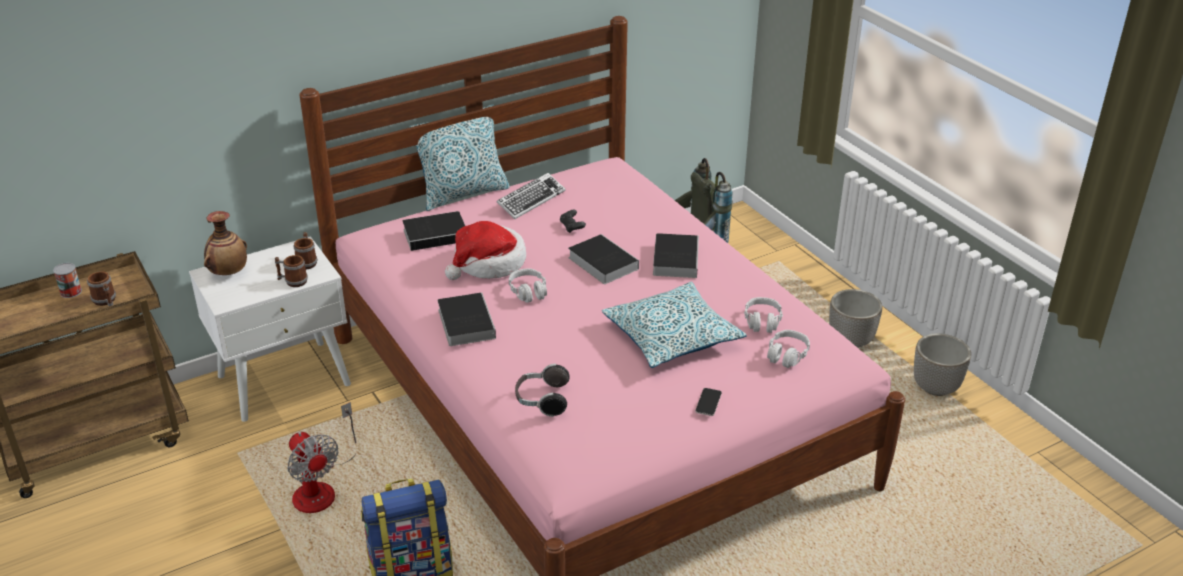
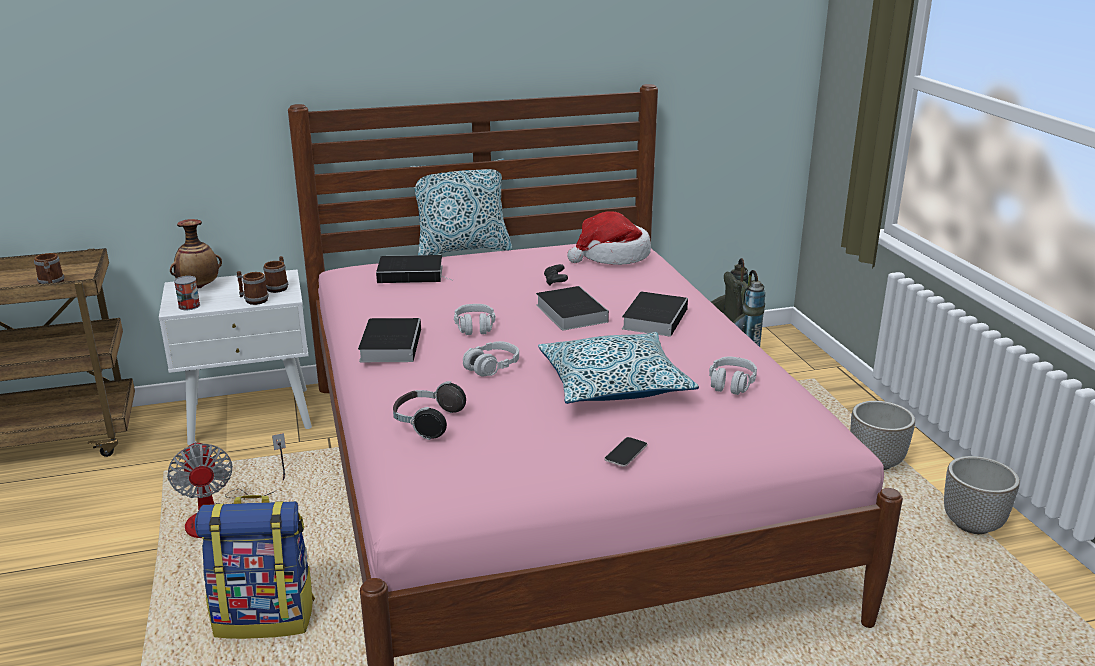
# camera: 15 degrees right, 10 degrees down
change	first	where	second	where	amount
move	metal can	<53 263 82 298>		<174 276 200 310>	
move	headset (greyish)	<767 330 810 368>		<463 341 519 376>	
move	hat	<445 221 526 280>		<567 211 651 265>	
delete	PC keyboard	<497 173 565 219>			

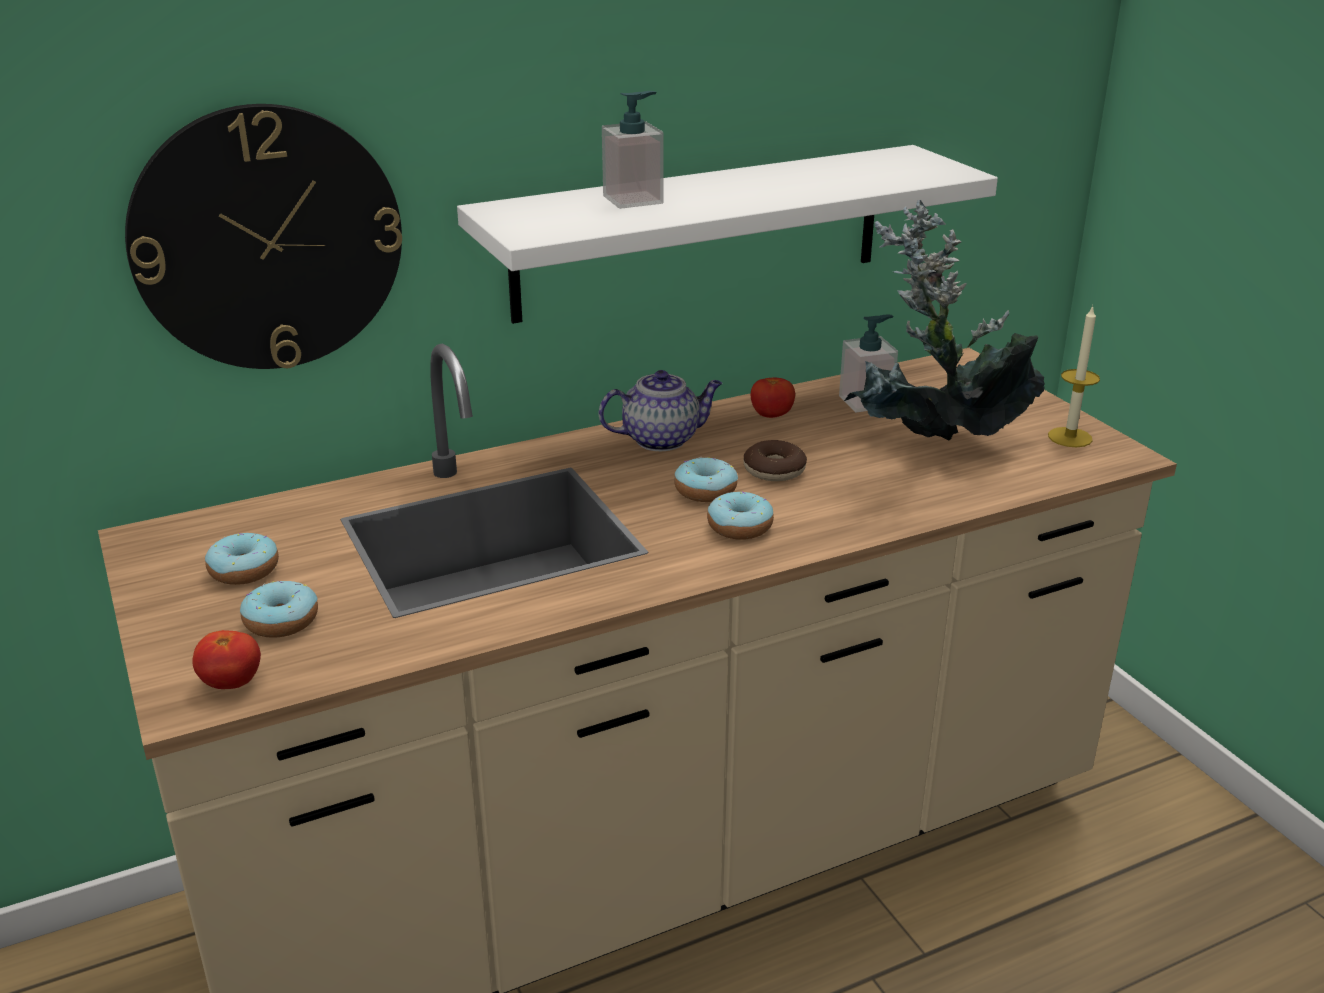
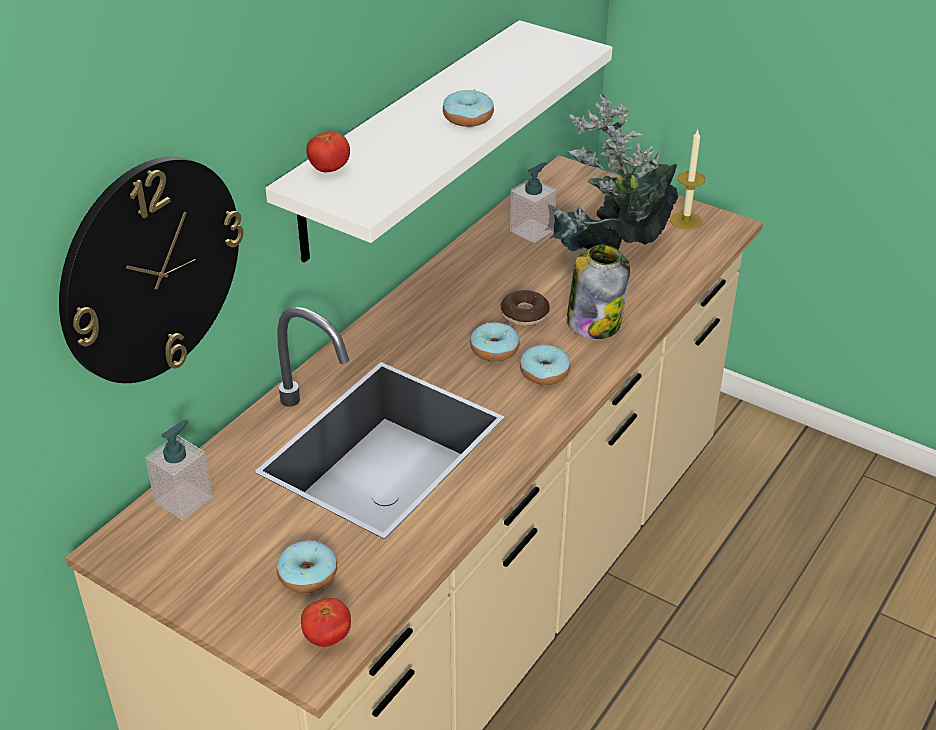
# camera: 30 degrees left, 10 degrees up
change	first	where	second	where	amount
move	liquid soap bottle	<602 91 664 209>		<145 420 213 520>	
move	fresh tomato	<751 377 795 418>		<306 132 350 172>	
move	donut	<205 533 279 585>		<443 89 494 127>	
insert			storage jar	<567 245 630 339>	
delete	pot for tea	<599 370 722 451>			

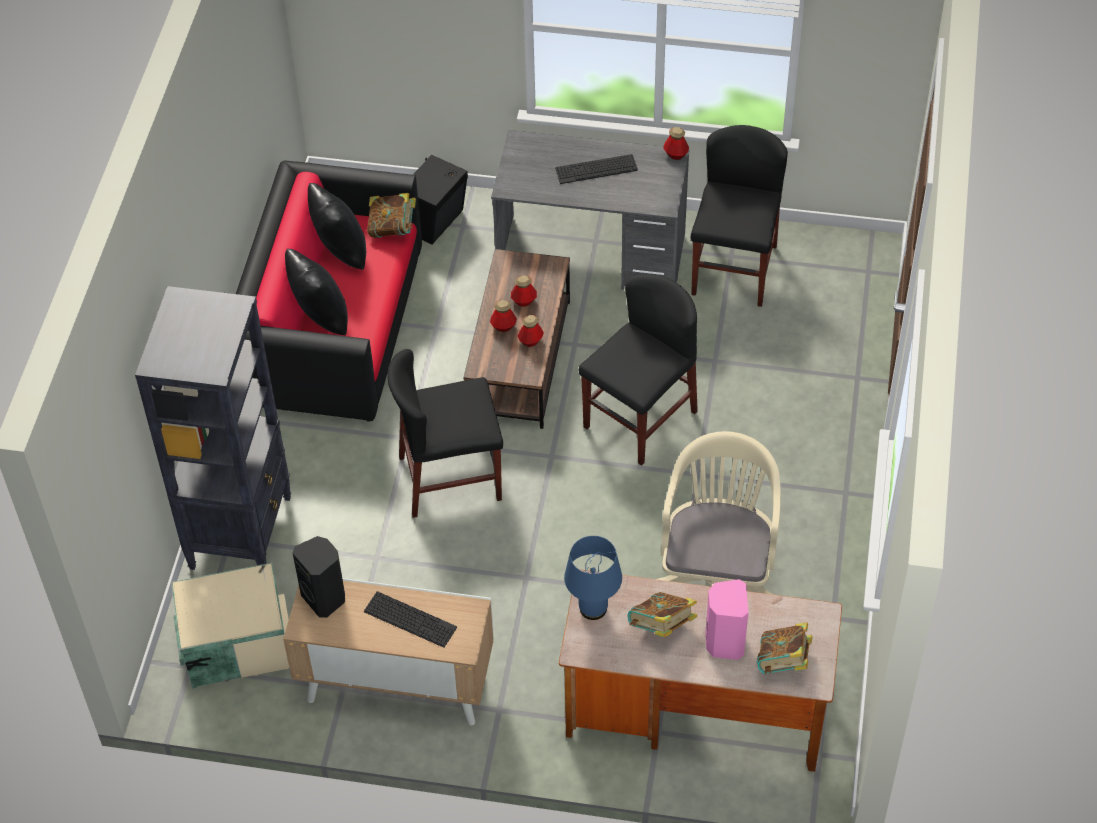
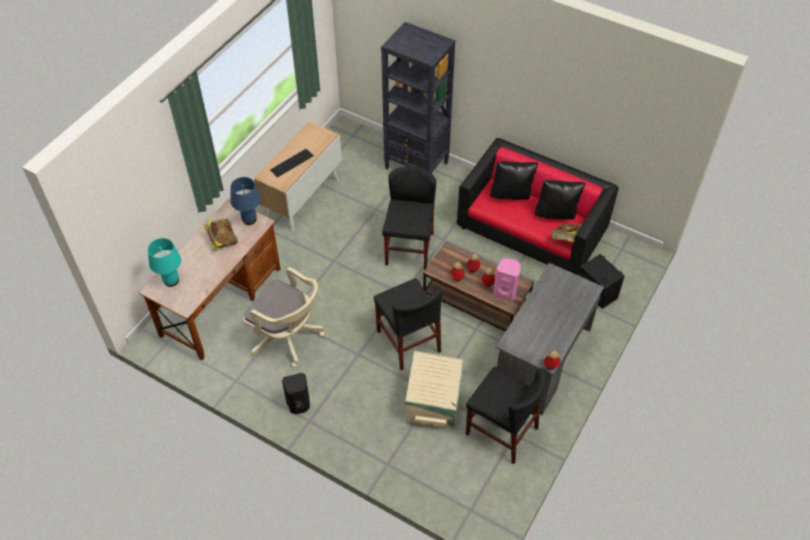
# camera: 110 degrees right, 0 degrees up
change	first	where	second	where	amount
replace	bound book	<757 622 813 675>	lamp for a table (turquoise)	<148 238 181 287>	
move	loudspeaker (black)	<293 536 345 618>		<282 373 310 414>	
move	storage container (sand-coloured)	<171 563 290 688>		<405 351 464 430>	
move	loudspeaker (pink)	<705 579 748 660>		<493 258 521 301>	
delete	PC keyboard	<555 154 638 184>			

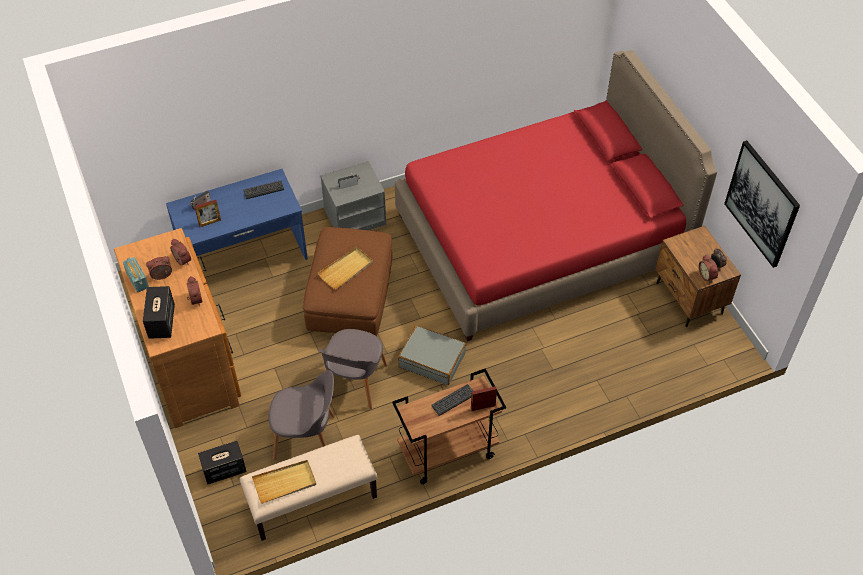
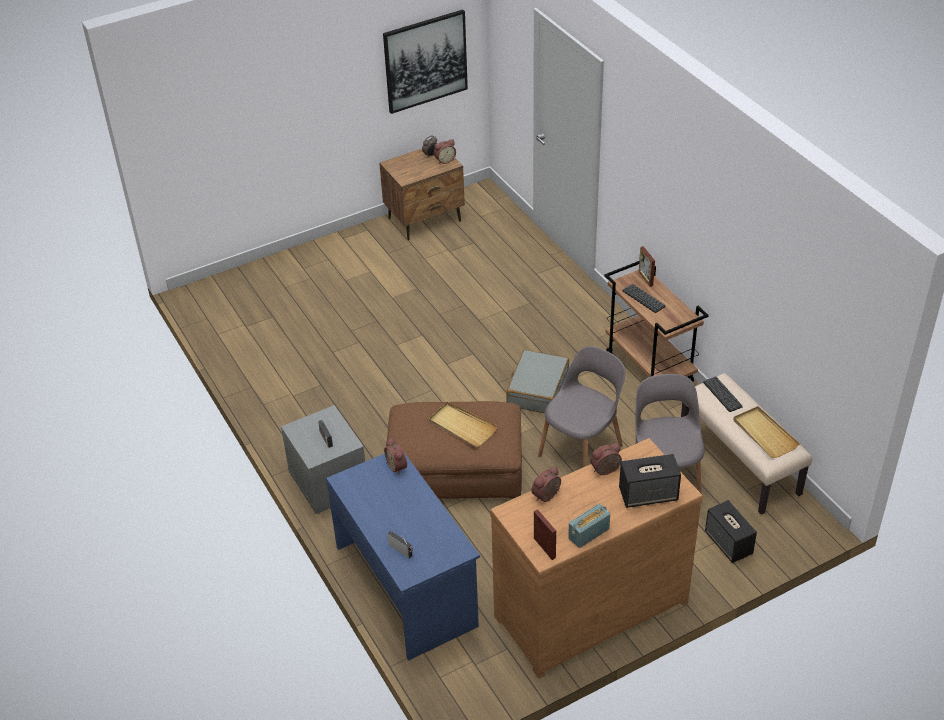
# camera: 95 degrees left, 10 degrees down
change	first	where	second	where	amount
move	table clock	<146 256 172 280>		<384 438 407 474>	
move	picture frame	<195 200 221 227>		<534 509 556 560>	
rotate	chair (greyish)	<318 329 387 410>		<538 346 625 467>	60 degrees counterclockwise
move	PC keyboard	<243 180 284 199>		<703 377 743 412>	
delete	sleeping bed (reddish)	<395 50 717 341>			

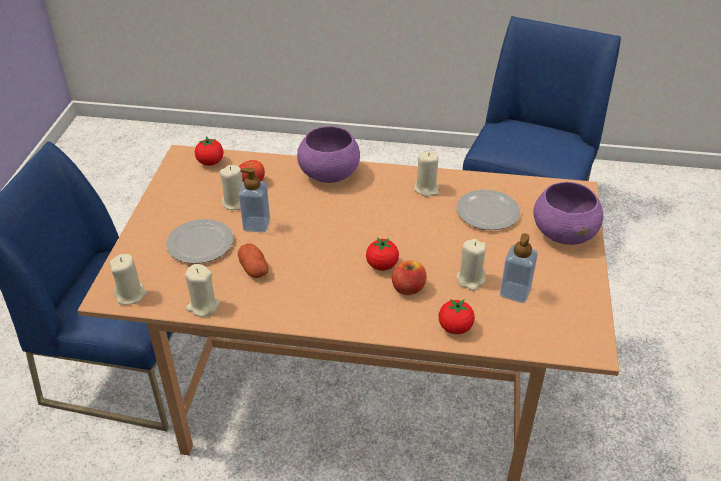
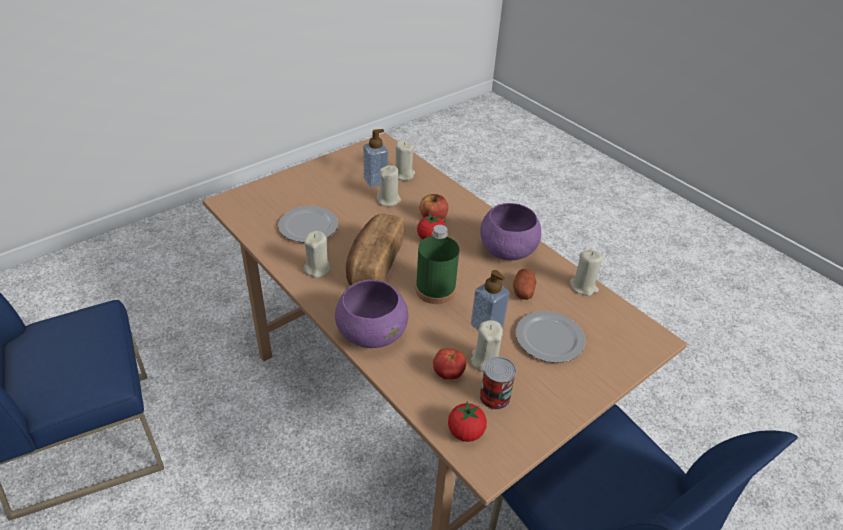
# camera: 140 degrees left, 0 degrees up
change	first	where	second	where	amount
insert			bread	<346 214 404 286>	
move	wax candle (sand-coloured)	<109 254 147 305>		<396 140 415 181>	
insert			beverage bottle (greenish)	<415 225 459 304>	
insert			metal can	<479 357 516 410>	
move	deep dish (purple-coloured)	<533 182 603 245>		<480 203 541 260>	
delete	fresh tomato	<439 299 475 334>			

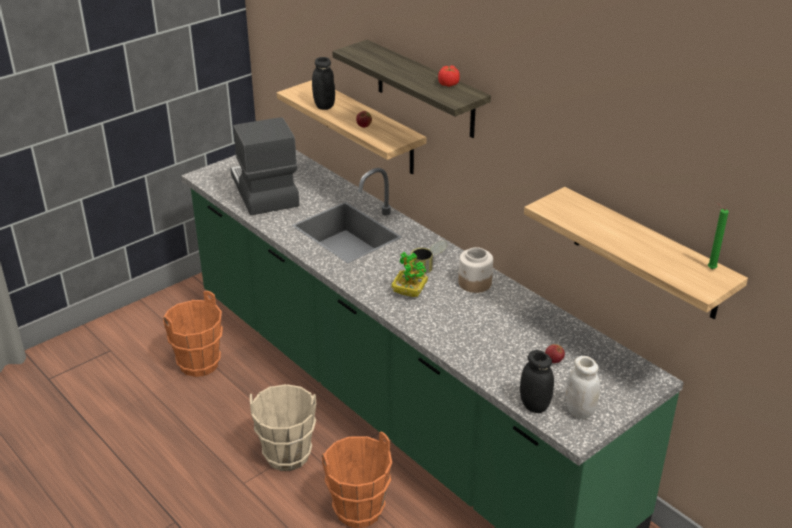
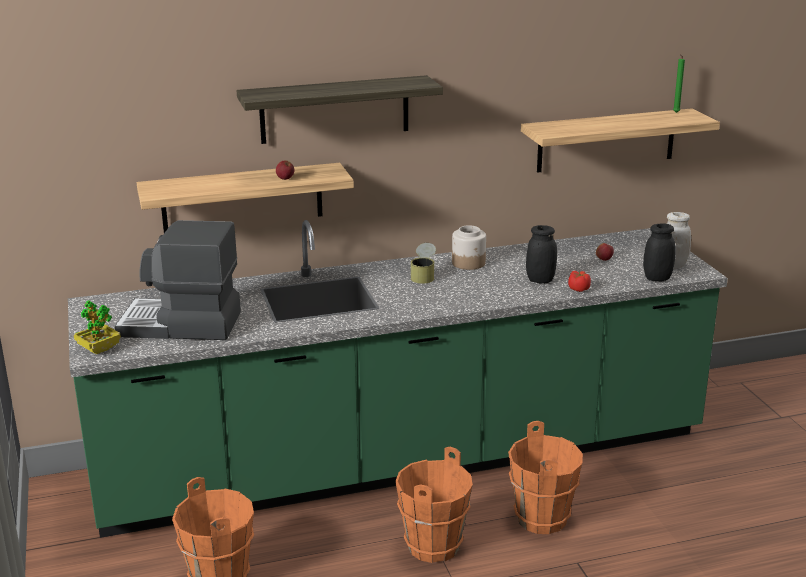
# camera: 65 degrees left, 10 degrees down
change	first	where	second	where	amount
move	plant in a pot	<391 252 428 297>		<74 300 121 354>	
recolor	pail (sand-coloured)	<250 384 316 471>	pail (orange)	<395 447 473 563>	
move	storage jar (black)	<312 57 335 110>		<526 225 557 284>	
move	fresh tomato	<438 65 460 87>		<568 271 591 292>	

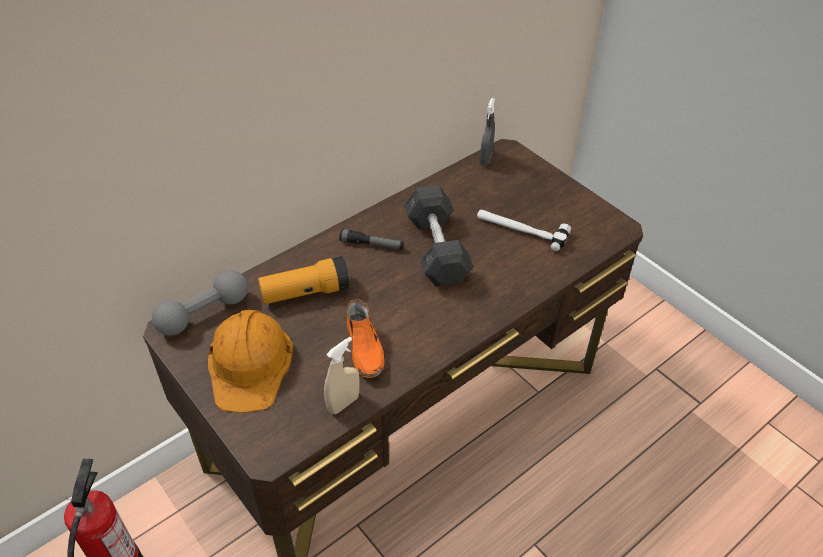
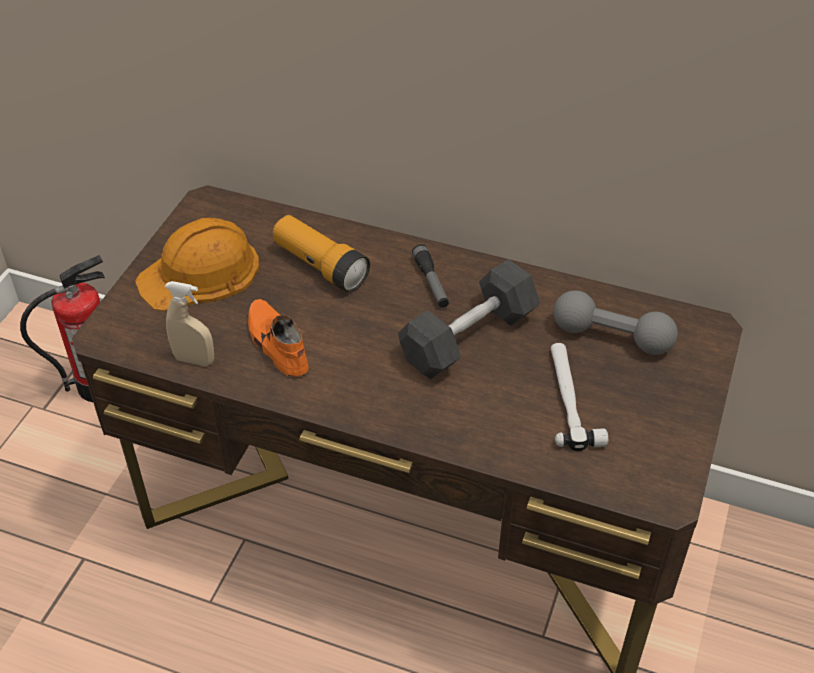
# camera: 60 degrees right, 0 degrees up
change	first	where	second	where	amount
rotate	item of footwear (orange)	<347 299 385 378>		<248 299 309 377>	105 degrees clockwise
move	free weight (greyish)	<152 270 248 336>		<554 290 678 355>	
delete	sprayer (greyish)	<480 98 495 166>			

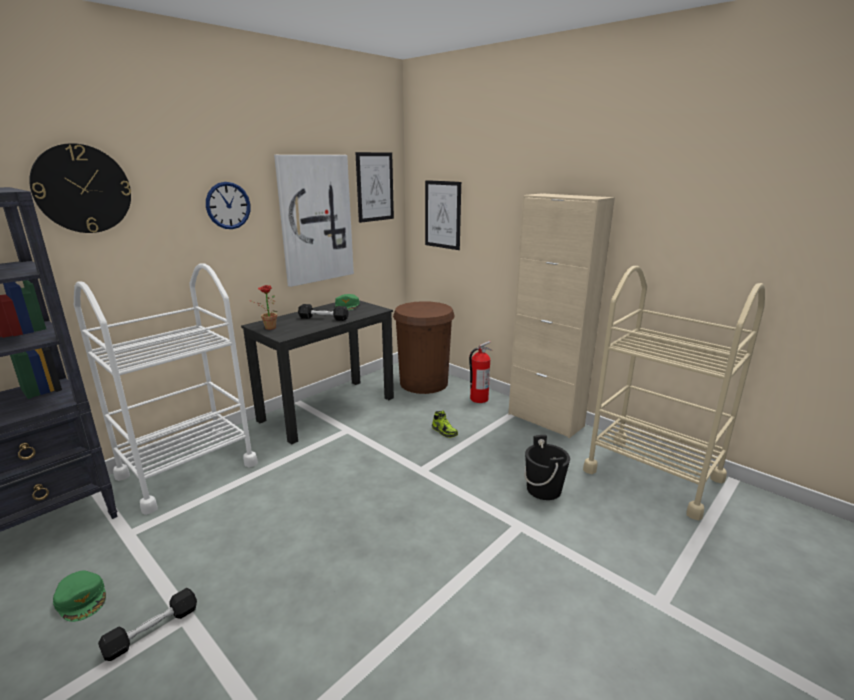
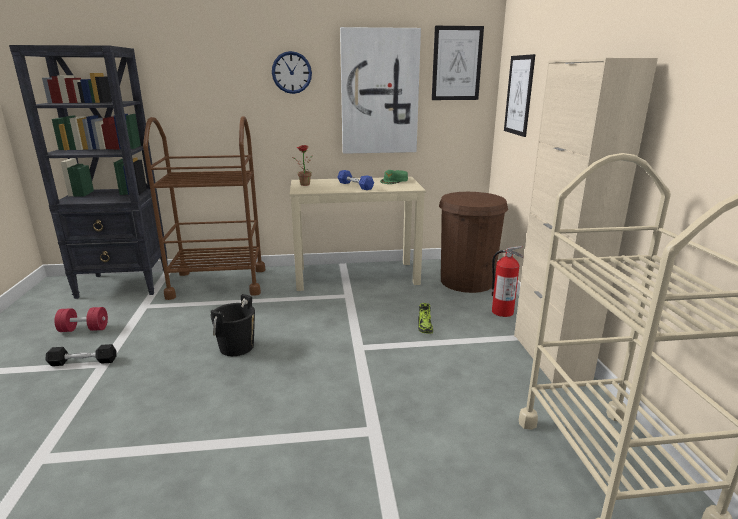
# camera: 40 degrees right, 0 degrees up
change	first	where	second	where	amount
replace	baseball cap (greenish)	<53 570 106 622>	free weight (reddish)	<54 307 108 332>	
recolor	cart (white-coloured)	<74 263 258 515>	cart (brown-coloured)	<143 116 265 300>	
move	pail (black)	<524 435 570 500>		<210 294 255 356>	
recolor	desk table (black)	<241 300 394 444>	desk table (sand-coloured)	<290 177 426 291>	
recolor	free weight (black)	<298 304 349 321>	free weight (blue)	<338 170 374 190>	
delete	wall clock	<29 143 131 233>			

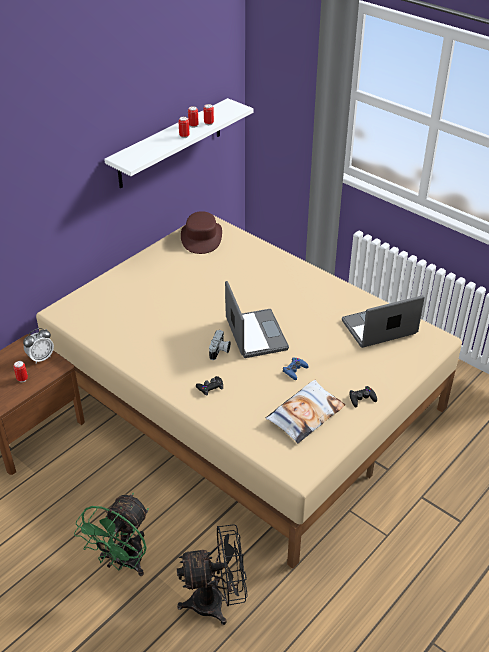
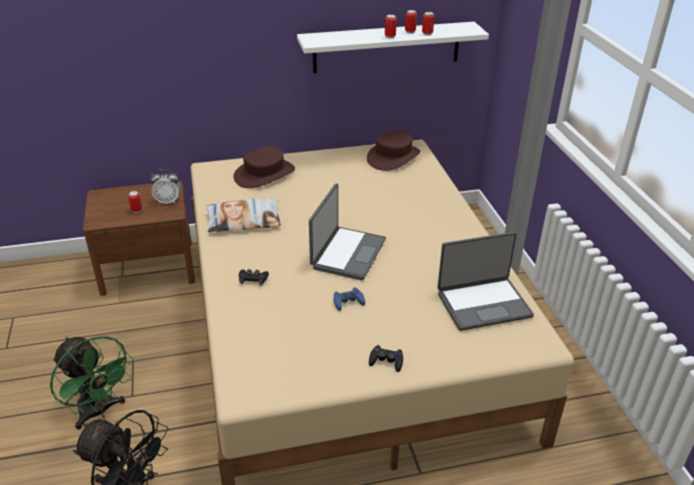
# camera: 35 degrees right, 5 degrees down
change	first	where	second	where	amount
rotate	fan (greenish)	<74 493 149 576>		<50 336 133 430>	105 degrees counterclockwise
move	cushion	<266 380 345 443>		<206 199 281 232>	
insert			hat (brown-coloured)	<233 146 295 188>	
rotate	laptop	<342 295 425 348>		<437 232 534 331>	150 degrees clockwise
delete	photo camera	<209 330 231 360>			

